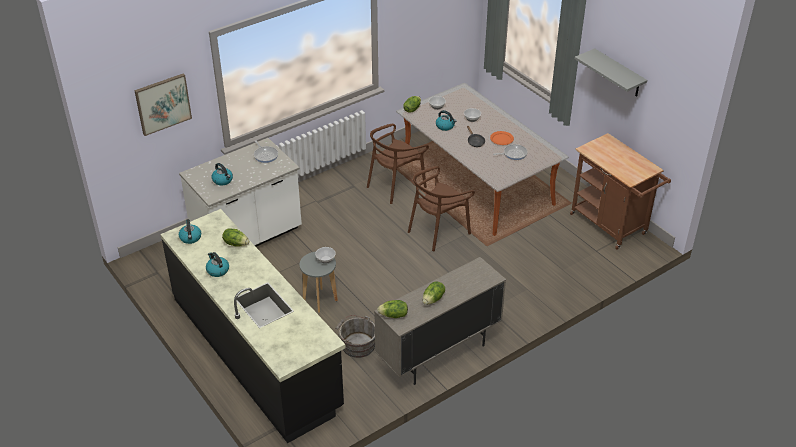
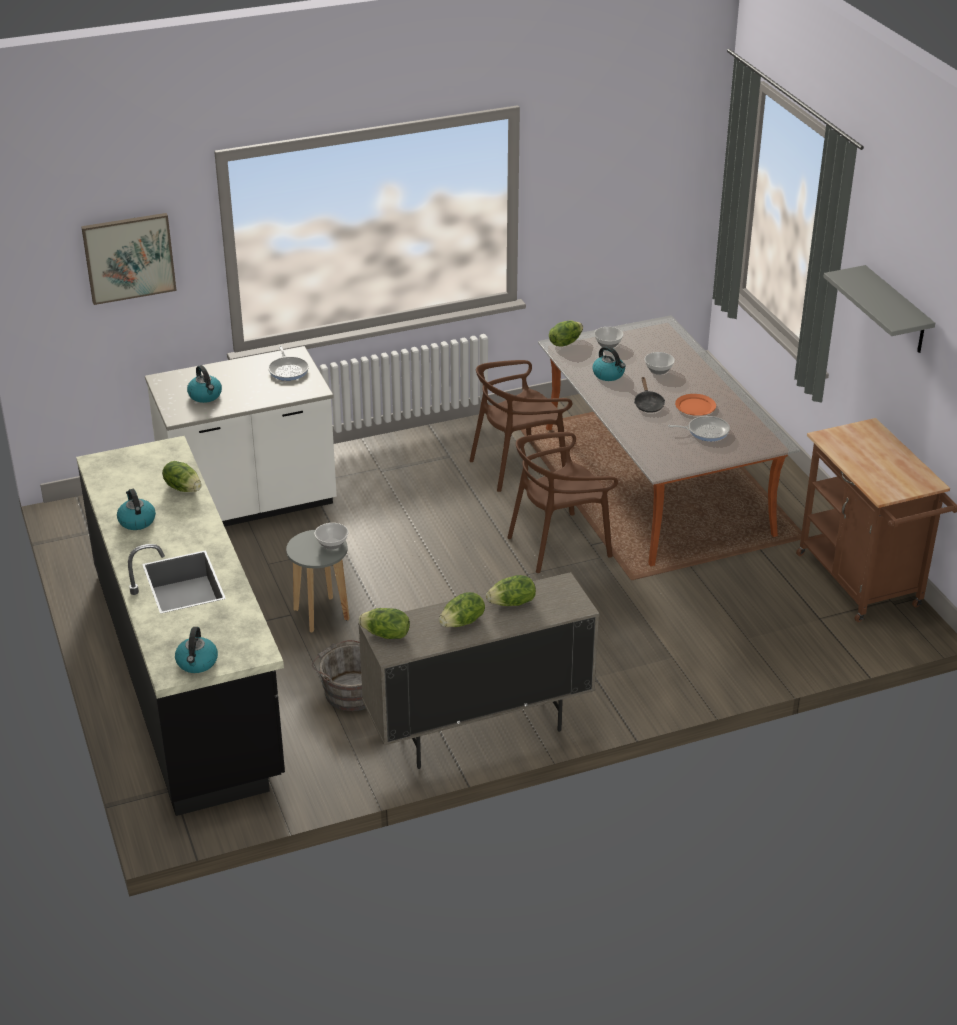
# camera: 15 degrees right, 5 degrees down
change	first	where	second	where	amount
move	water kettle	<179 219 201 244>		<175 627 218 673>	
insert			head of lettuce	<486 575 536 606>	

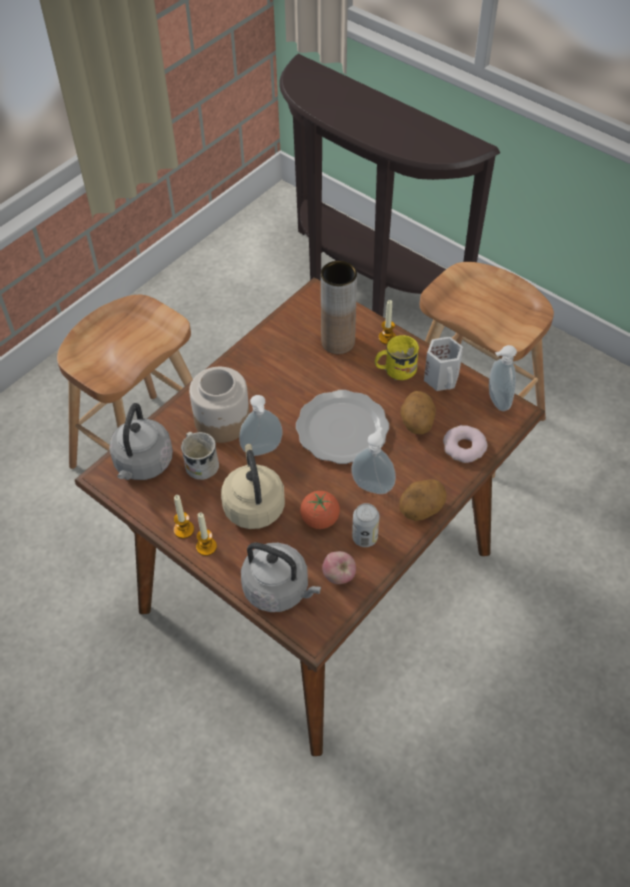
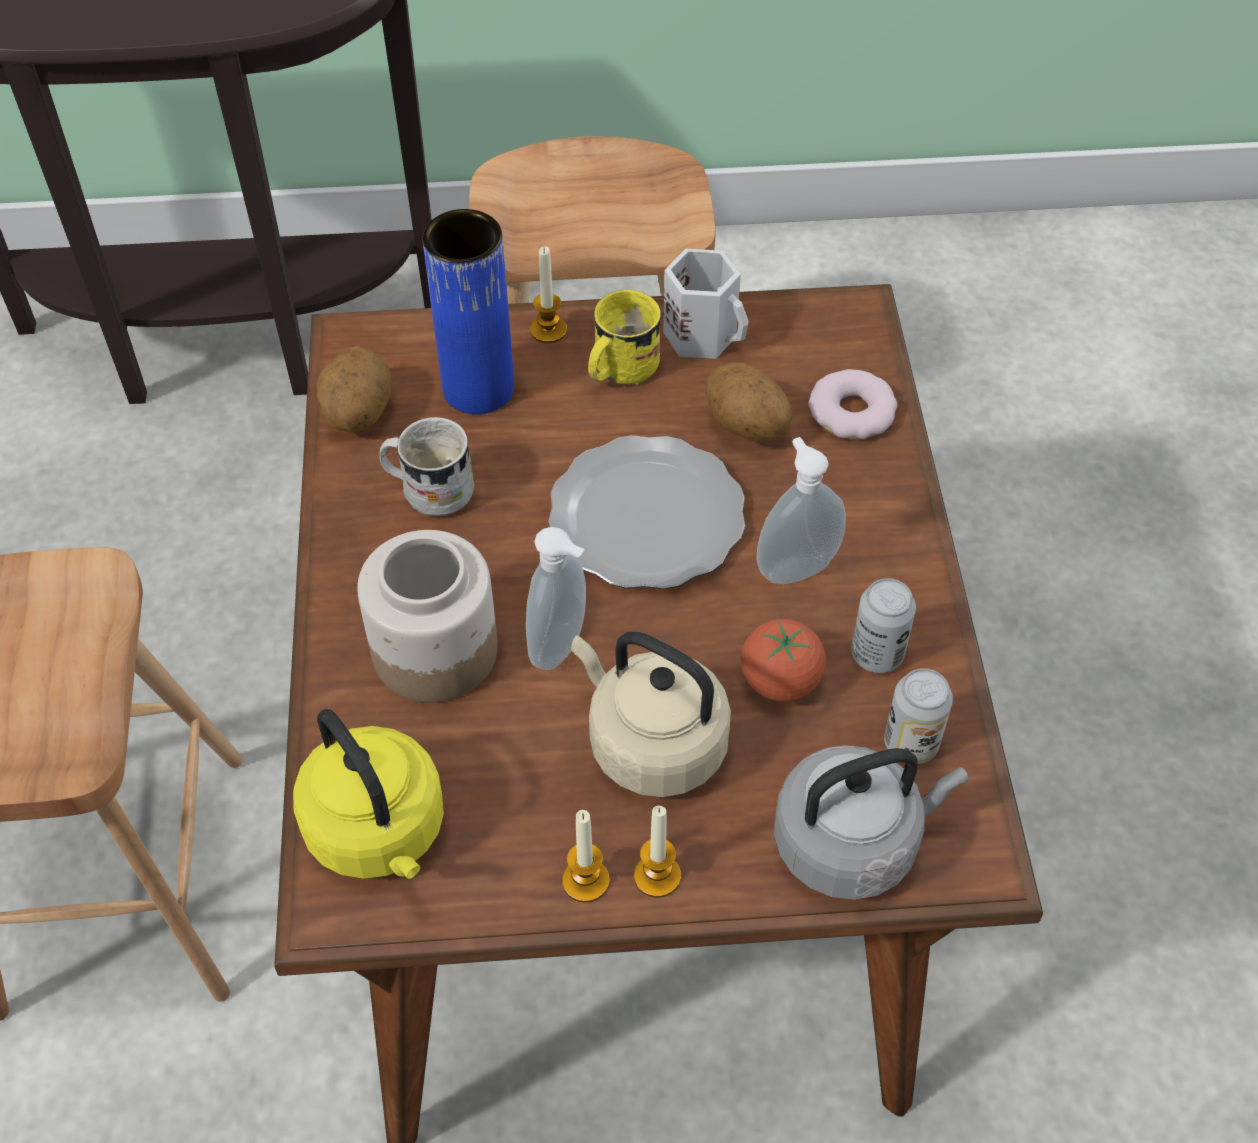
# camera: 45 degrees left, 0 degrees up
change	first	where	second	where	amount
recolor	water kettle (greyish)	<109 403 173 480>	water kettle (yellow-coloured)	<293 709 444 879>	
move	spud	<399 479 447 521>		<317 346 392 433>	
move	mug (white-coloured)	<181 432 219 480>		<379 417 474 516>	
recolor	decorative vase (brown-coloured)	<321 261 357 354>	decorative vase (blue)	<422 209 514 414>	
replace	whole apple	<322 551 356 584>	metal can	<884 668 953 764>	
delete	liquid soap bottle	<489 345 517 411>			

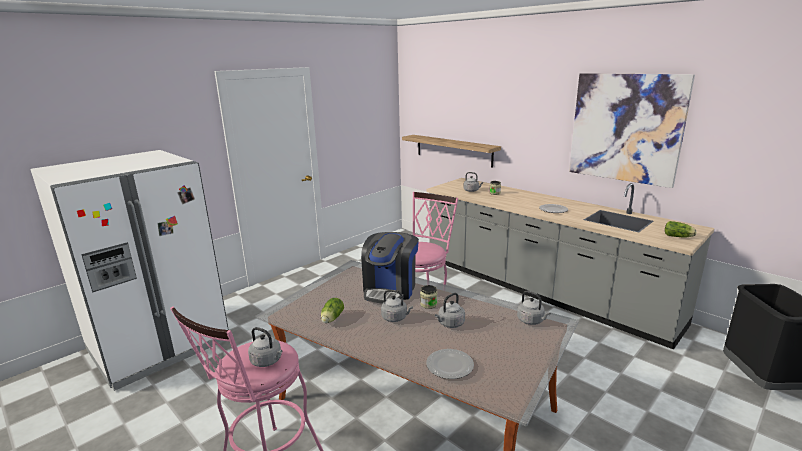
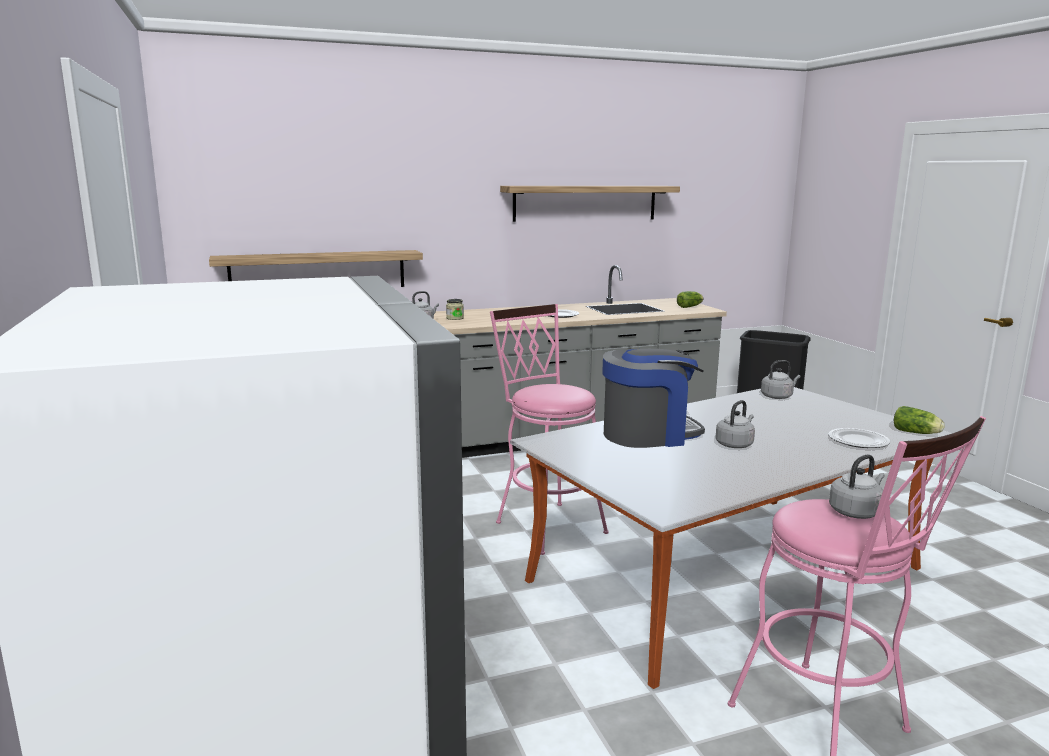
# camera: 65 degrees left, 5 degrees down
change	first	where	second	where	amount
replace	wall art	<569 73 695 188>	shelf	<500 186 680 222>	
rotate	coffee machine	<361 232 419 304>		<602 349 705 448>	60 degrees counterclockwise
move	head of lettuce	<321 298 344 323>		<894 406 945 434>	
delete	storage jar	<420 285 438 309>			
delete	water kettle (greyish)	<435 293 465 328>			

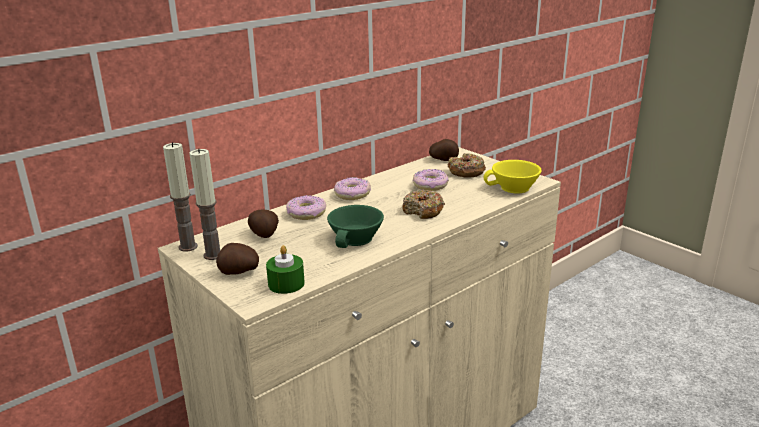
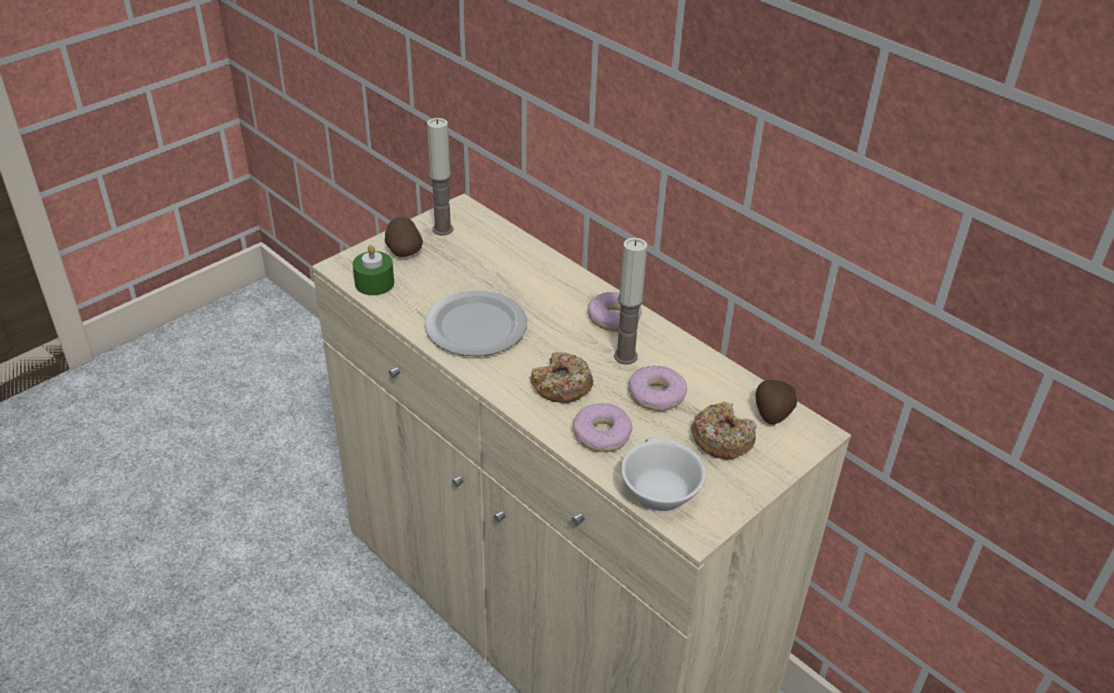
# camera: 85 degrees right, 15 degrees up
change	first	where	second	where	amount
replace	cup (greenish)	<327 205 384 248>	dinner plate	<425 290 528 356>	
move	donut	<286 195 326 220>		<573 403 632 452>	
move	wax candle	<163 142 198 252>		<614 237 647 364>	
recolor	cup (yellow-coloured)	<483 160 542 193>	cup (white-coloured)	<621 437 706 513>	
delete	spud	<248 209 279 238>			

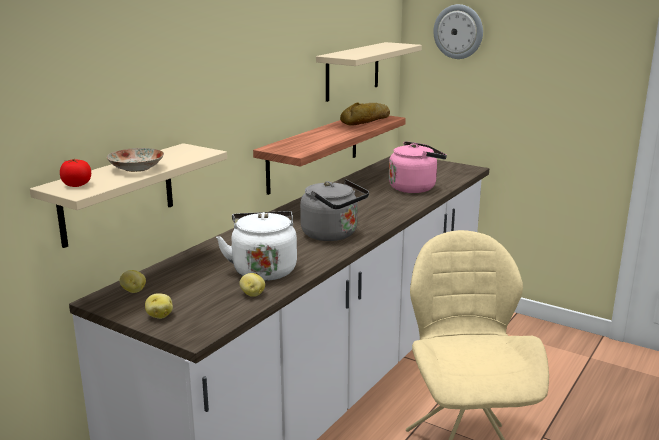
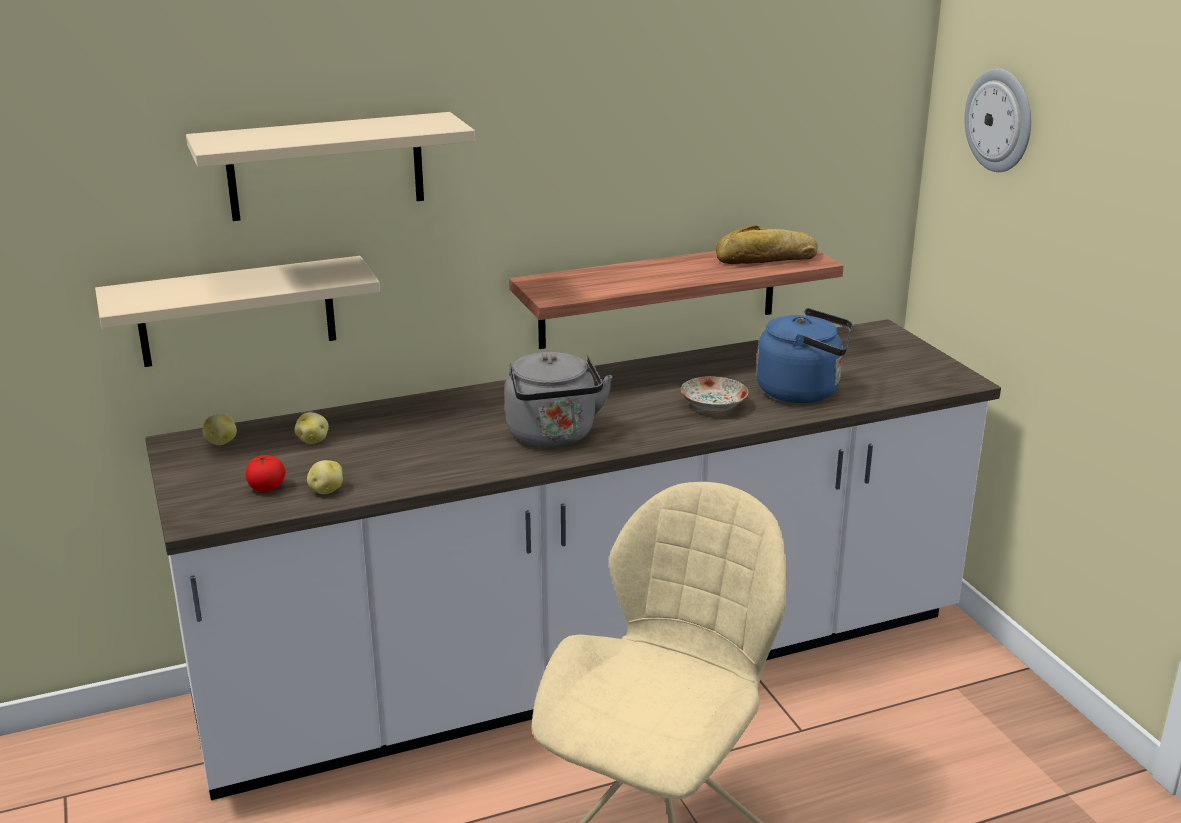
# camera: 35 degrees right, 5 degrees up
change	first	where	second	where	amount
move	shelf (sand-coloured)	<316 42 422 102>		<186 112 475 221>	
move	fresh tomato	<60 159 91 187>		<246 455 286 492>	
move	spud	<145 293 173 319>		<295 412 329 444>	
move	dinner plate	<107 148 164 172>		<681 376 748 412>	
recolor	water kettle (pink)	<389 141 447 193>	water kettle (blue)	<756 308 853 403>	
delete	water kettle (white-coloured)	<216 211 297 281>			

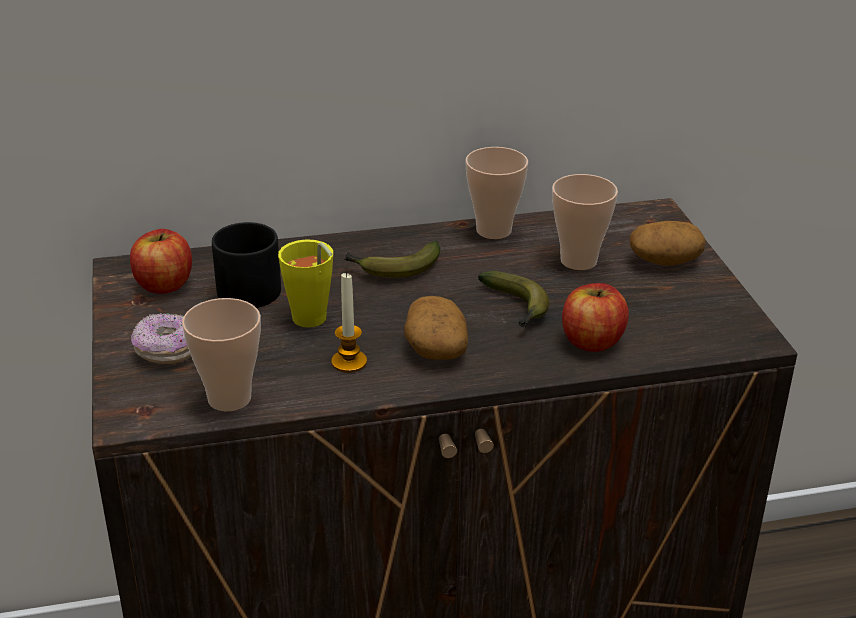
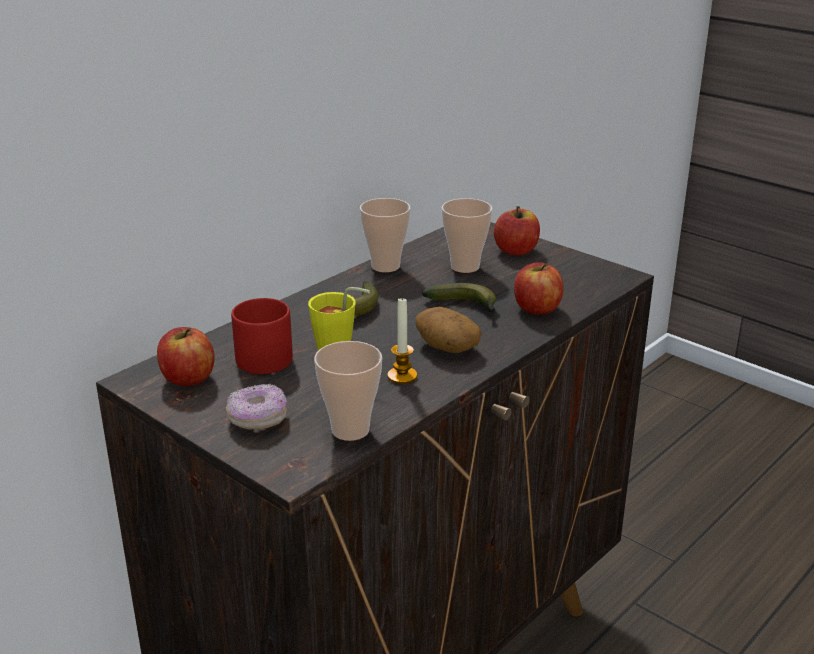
# camera: 35 degrees left, 5 degrees down
change	first	where	second	where	amount
recolor	mug (black)	<212 222 281 308>	mug (reddish)	<231 298 293 374>	
replace	spud	<629 221 705 266>	whole apple	<494 206 540 255>	

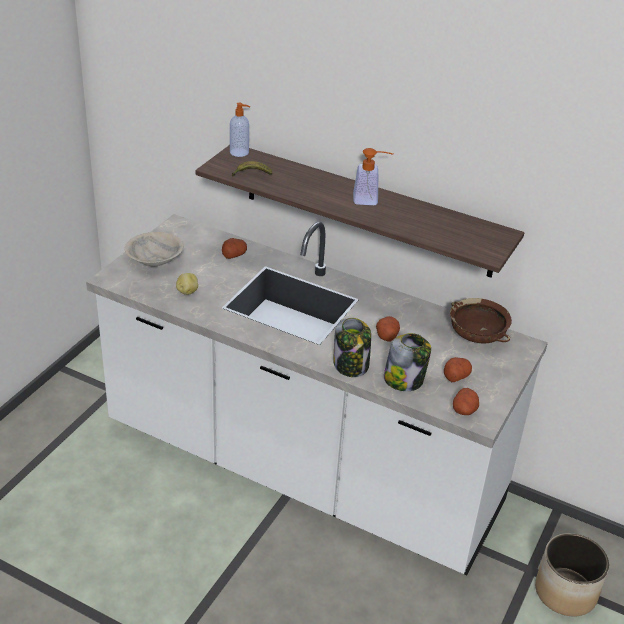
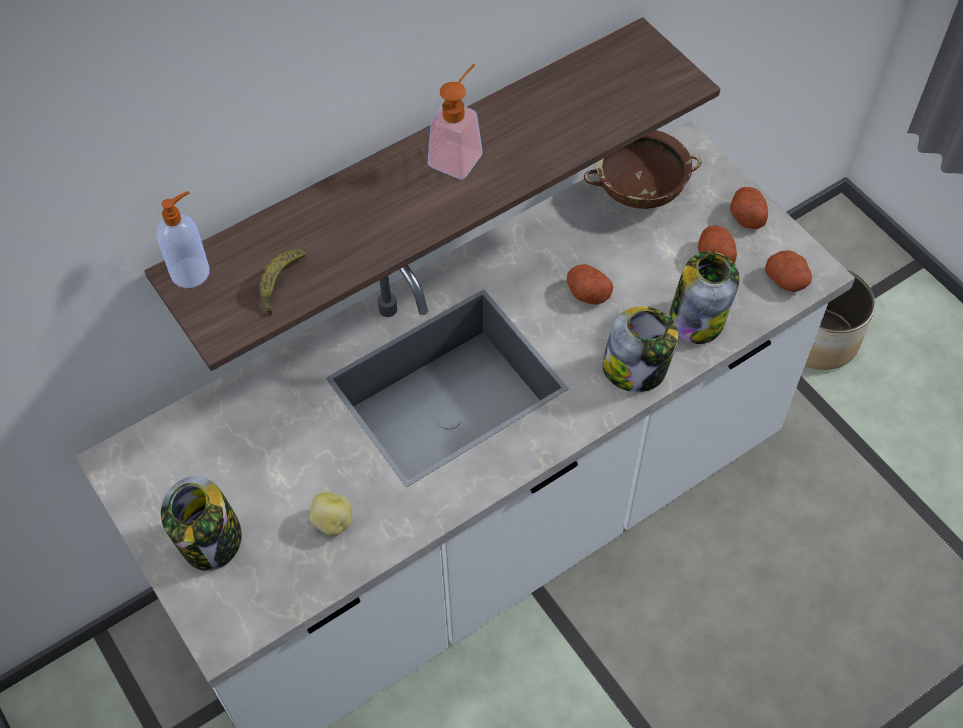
# camera: 60 degrees left, 20 degrees up
change	first	where	second	where	amount
replace	deep dish (sand-coloured)	<124 232 184 267>	storage jar	<161 476 242 571>	
move	spud	<222 238 247 259>		<730 187 768 229>	

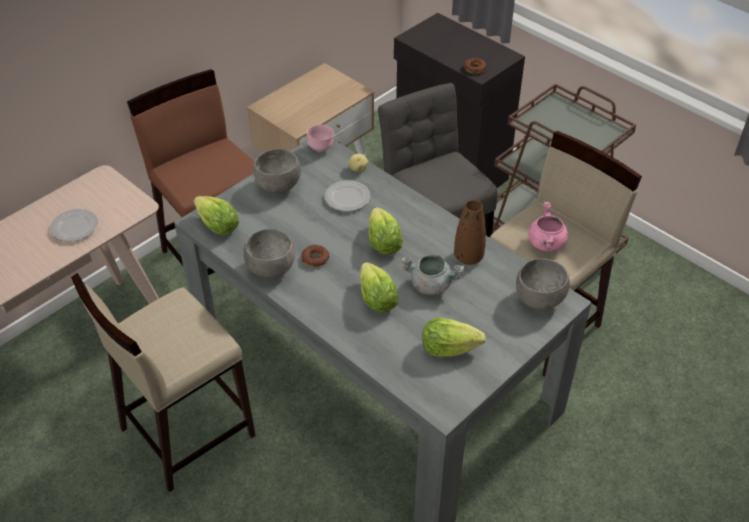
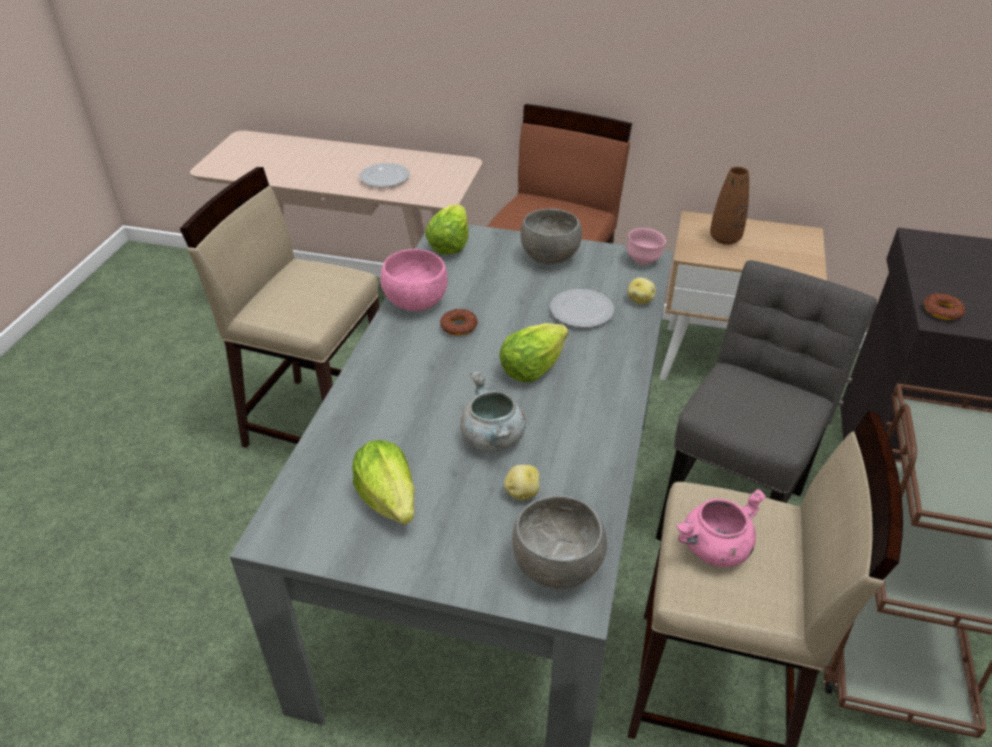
# camera: 60 degrees right, 5 degrees down
change	first	where	second	where	amount
recolor	deep dish (greyish)	<244 229 295 278>	deep dish (pink)	<380 249 448 311>	
insert			spud	<504 465 540 501>	
move	decorative vase (brown-coloured)	<454 200 486 265>		<710 167 749 245>	
delete	head of lettuce	<360 262 398 313>			

